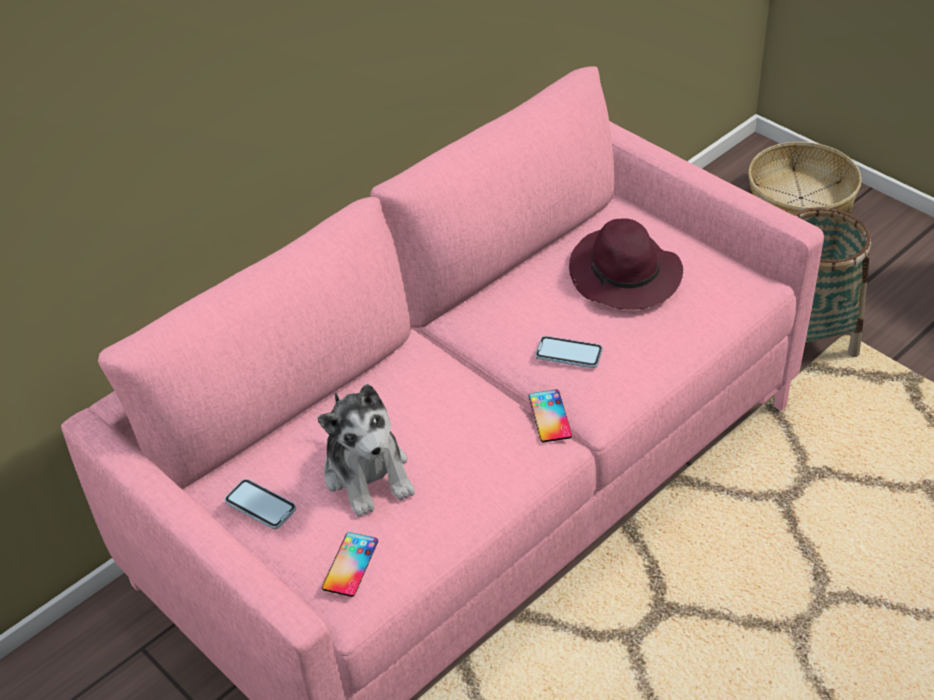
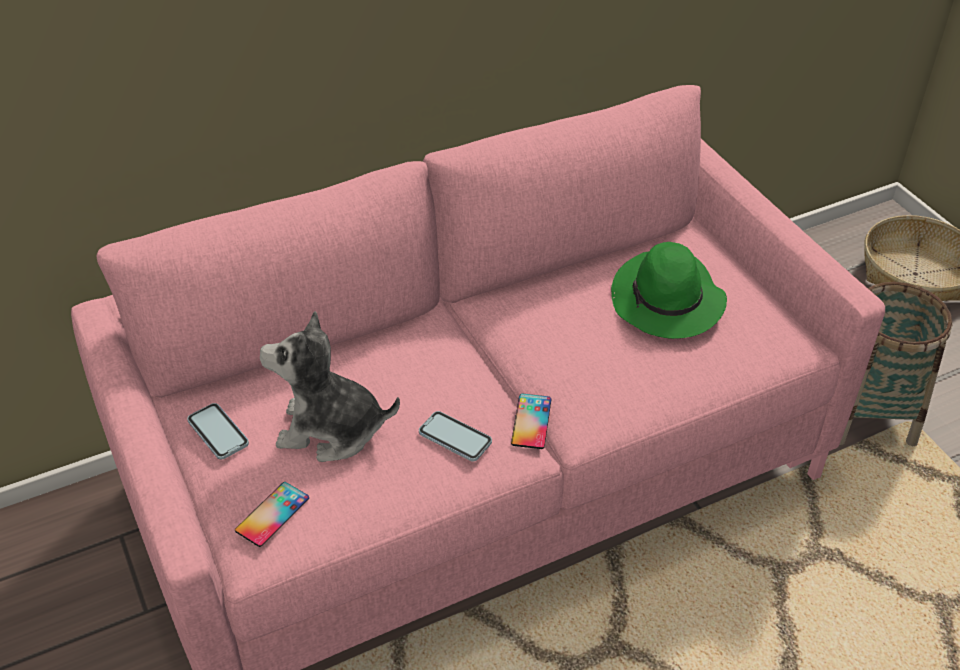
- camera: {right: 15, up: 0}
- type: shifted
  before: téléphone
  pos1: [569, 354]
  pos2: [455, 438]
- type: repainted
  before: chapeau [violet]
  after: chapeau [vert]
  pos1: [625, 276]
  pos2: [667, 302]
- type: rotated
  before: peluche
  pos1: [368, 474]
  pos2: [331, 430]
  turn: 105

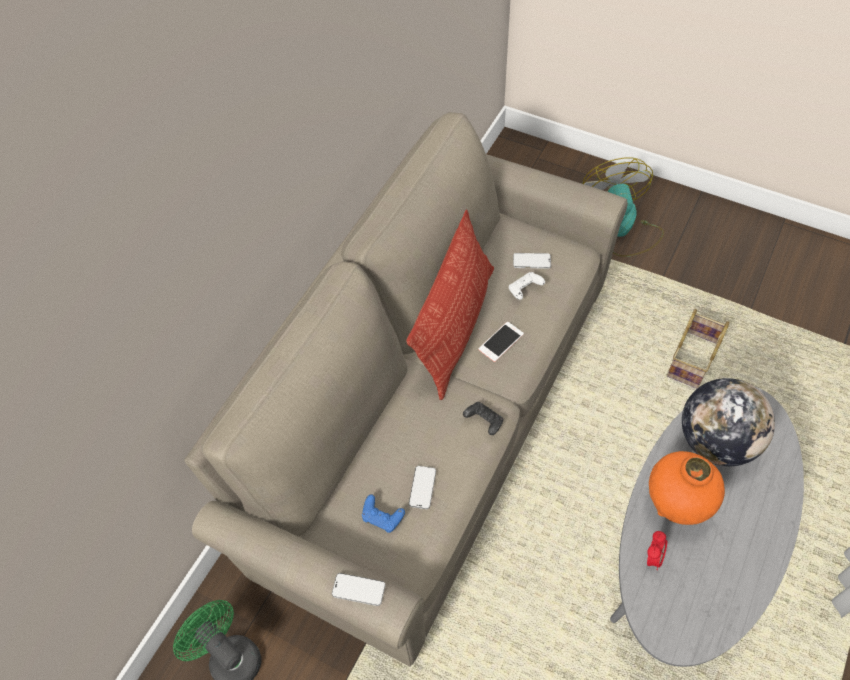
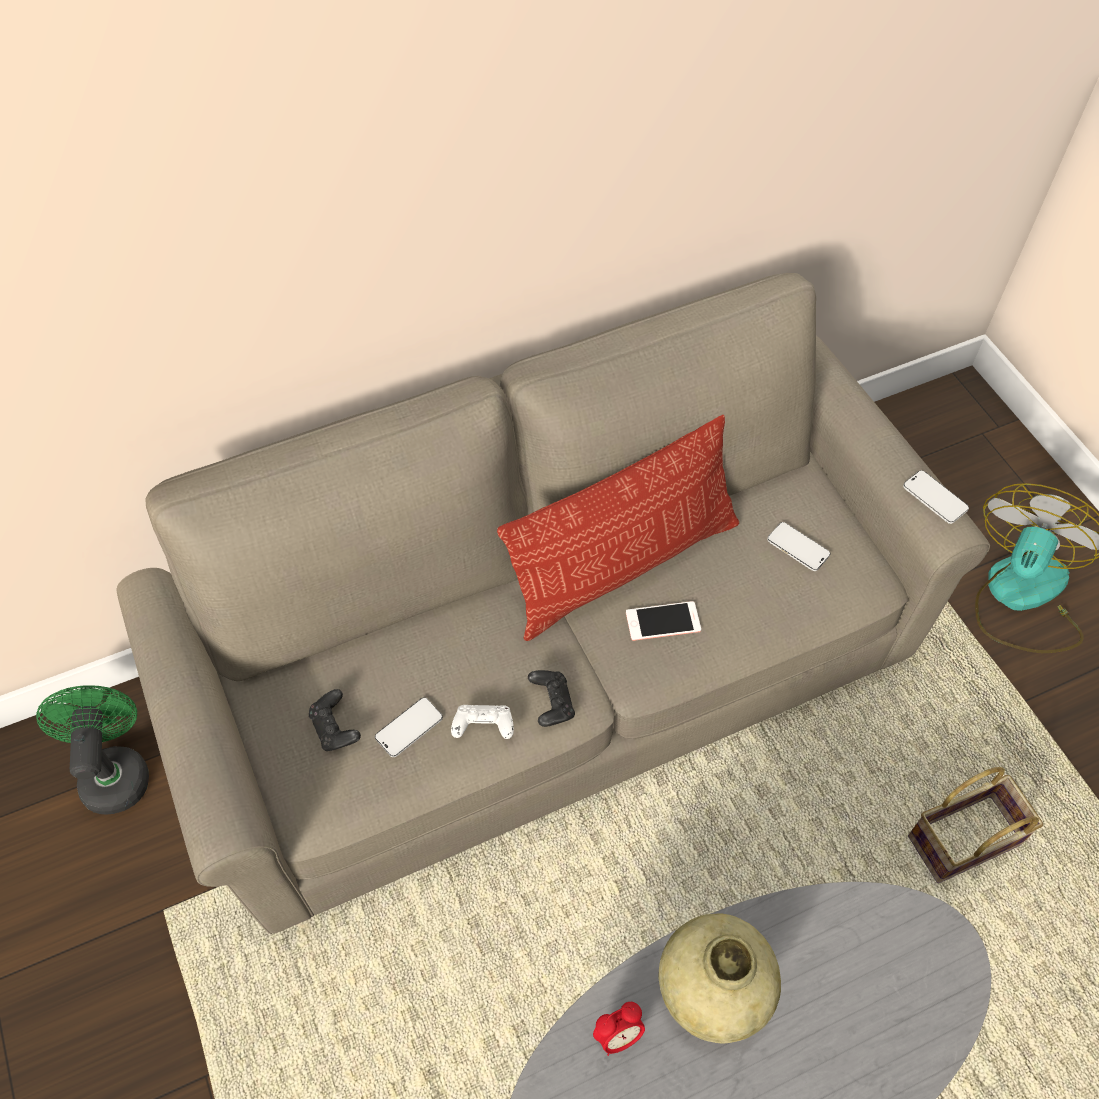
- camera: {right: 35, up: 0}
- type: gone
  before: globe
  pos1: [716, 441]
- type: shifted
  before: téléphone
  pos1: [358, 590]
  pos2: [934, 498]
- type: shifted
  before: manette [blanc]
  pos1: [524, 290]
  pos2: [483, 727]
- type: repainted
  before: manette [bleu]
  after: manette [noir]
  pos1: [382, 517]
  pos2: [335, 728]
- type: repainted
  before: vase [orange]
  after: vase [beige]
  pos1: [675, 505]
  pos2: [710, 995]

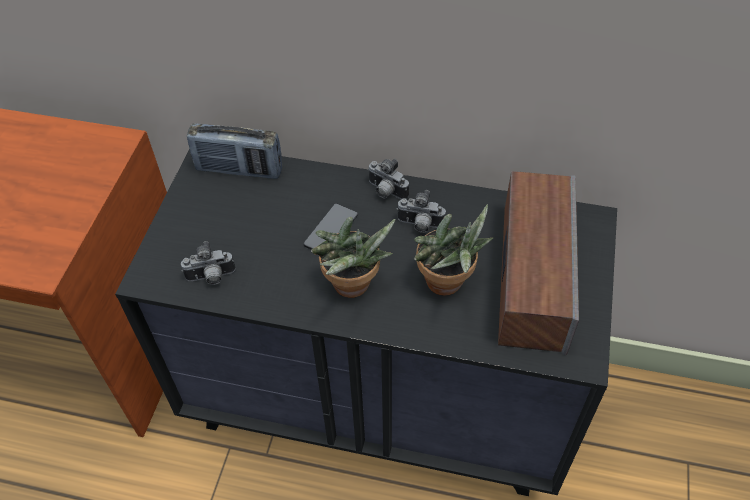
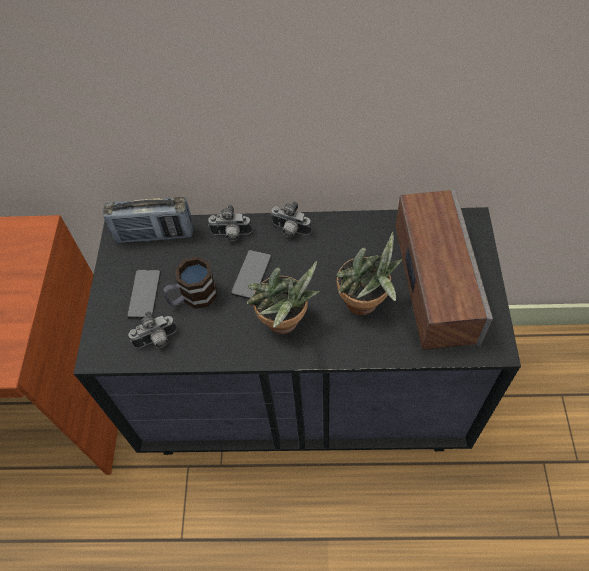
- camera: {right: -10, up: 5}
- type: new
  after: téléphone
  pos2: [144, 294]
- type: new
  after: mug
  pos2: [193, 297]
- type: shifted
  before: appareil photo
  pos1: [420, 225]
  pos2: [231, 235]

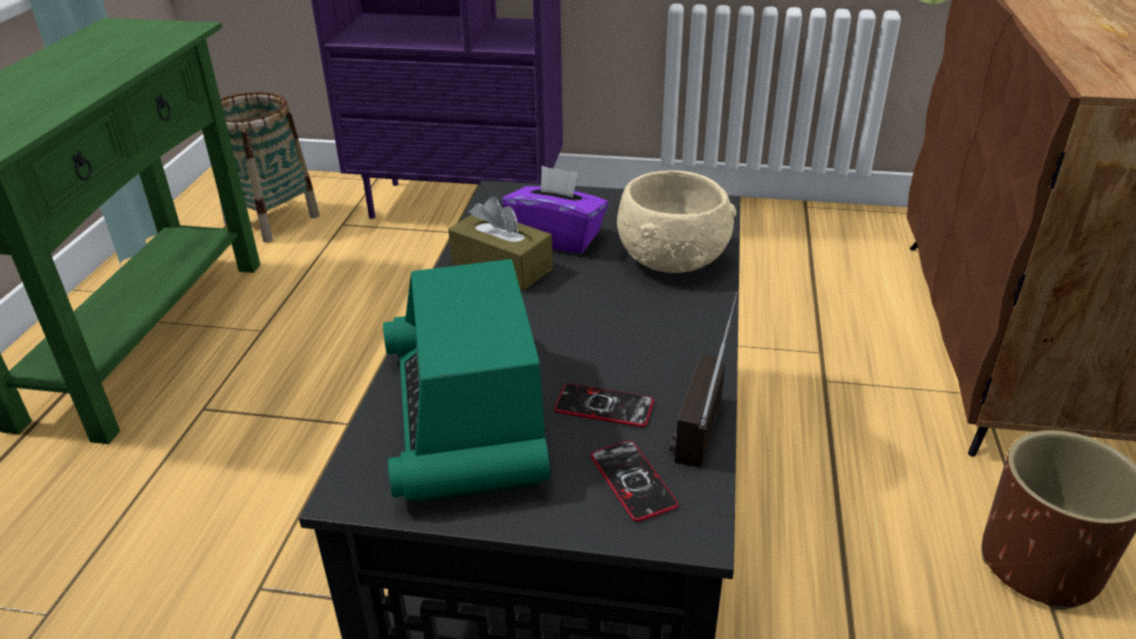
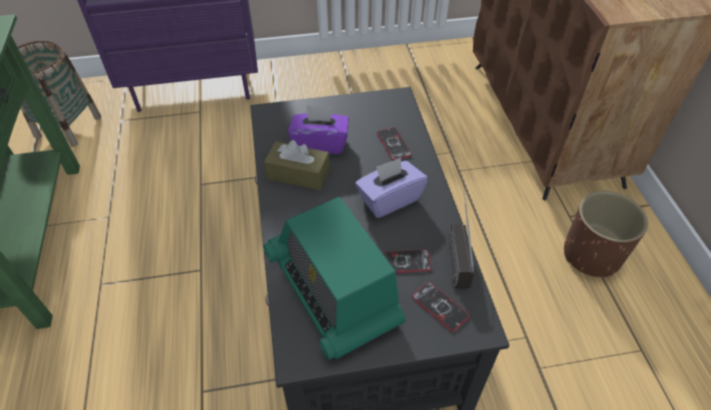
- camera: {right: -20, up: 15}
- type: new
  after: boîte à mouchoirs [violet]
  pos2: [389, 199]
- type: swapped
  before: bol [beige]
  after: téléphone
  pos1: [673, 257]
  pos2: [393, 144]

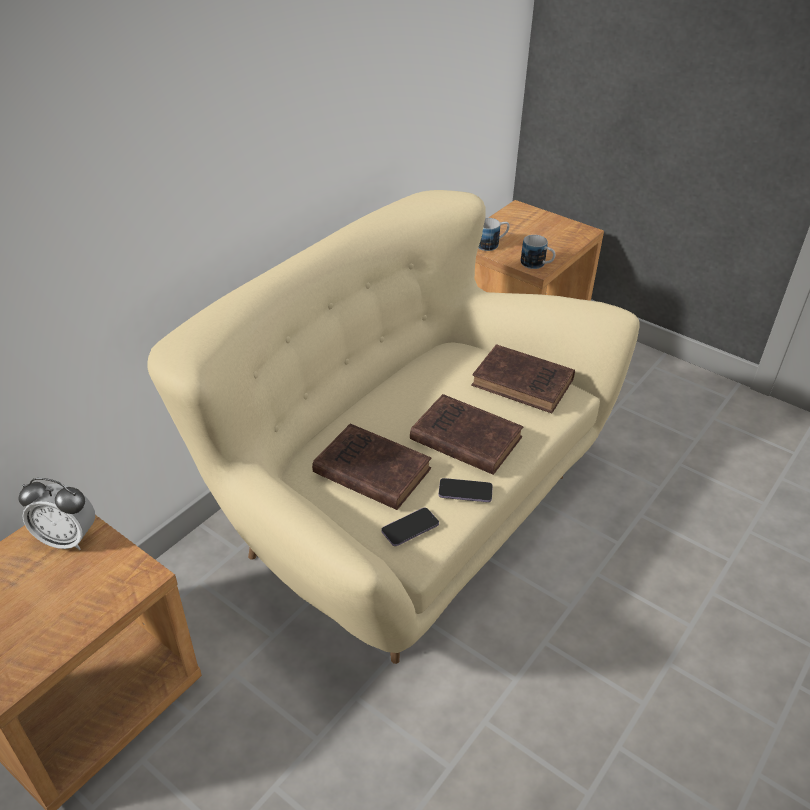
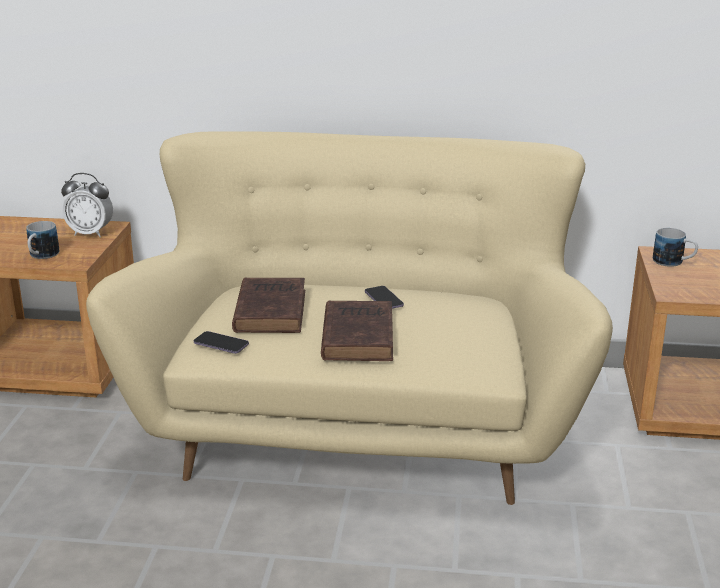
- camera: {right: 60, up: -15}
- type: gone
  before: livre [marron]
  pos1: [525, 384]
- type: shifted
  before: téléphone
  pos1: [465, 491]
  pos2: [383, 299]
- type: shifted
  before: mug
  pos1: [537, 265]
  pos2: [41, 256]
- type: rotated
  before: réveil
  pos1: [68, 539]
  pos2: [90, 233]
  turn: -60

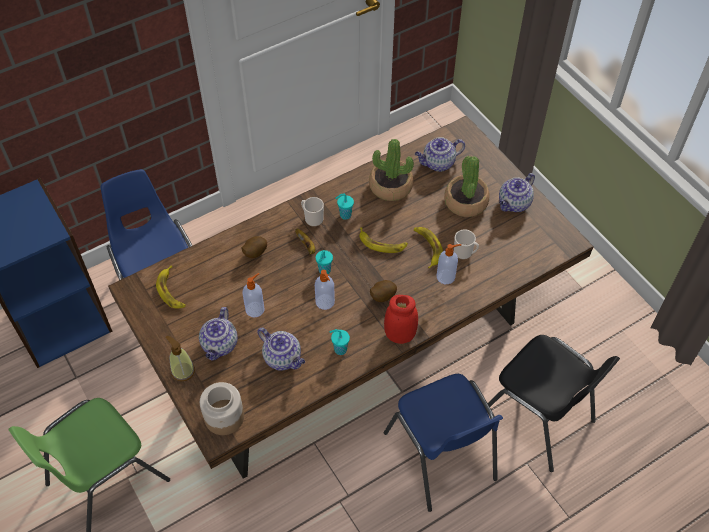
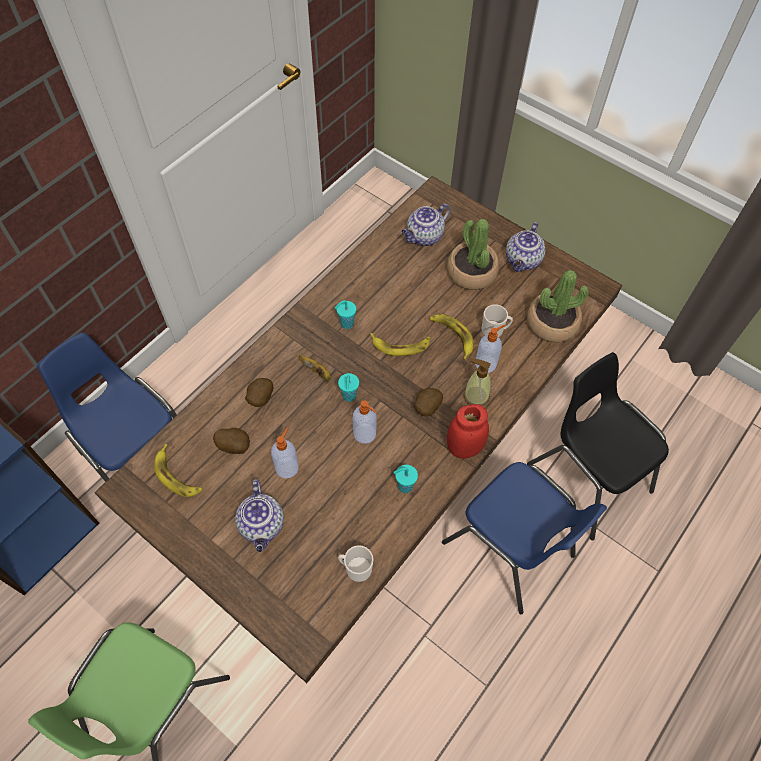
- camera: {right: -20, up: 5}
- type: gone
  before: bocal
  pos1: [224, 417]
- type: gone
  before: théière
  pos1: [283, 358]
- type: new
  after: pomme de terre
  pos2: [234, 446]
- type: shifted
  before: distributeur de savon
  pos1: [183, 371]
  pos2: [476, 396]
- type: shifted
  before: mug
  pos1: [312, 218]
  pos2: [356, 568]
- type: shifted
  before: plante en pot
  pos1: [390, 186]
  pos2: [552, 323]
- type: rotated
  before: chaise [noir]
  pos1: [536, 419]
  pos2: [587, 477]
  turn: -150

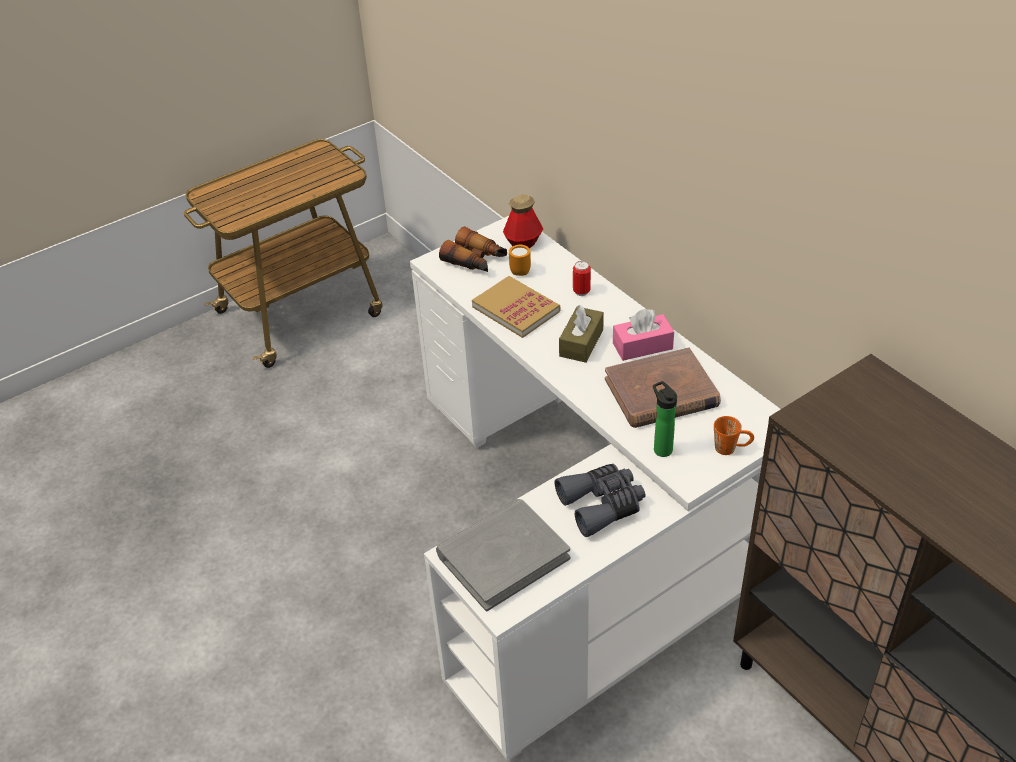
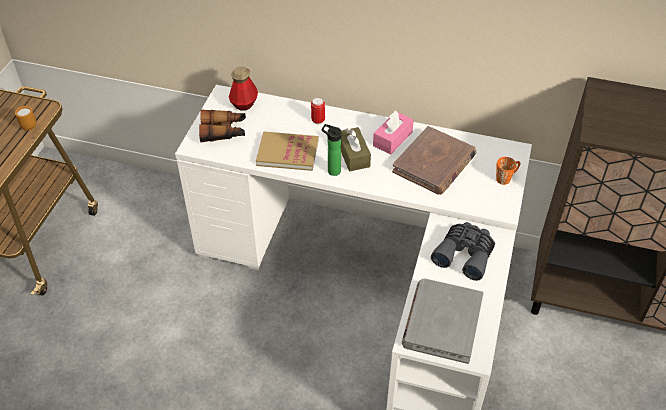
- camera: {right: -40, up: 5}
- type: shifted
  before: mug [orange]
  pos1: [520, 270]
  pos2: [28, 125]
- type: shifted
  before: bouteille
  pos1: [661, 448]
  pos2: [332, 170]

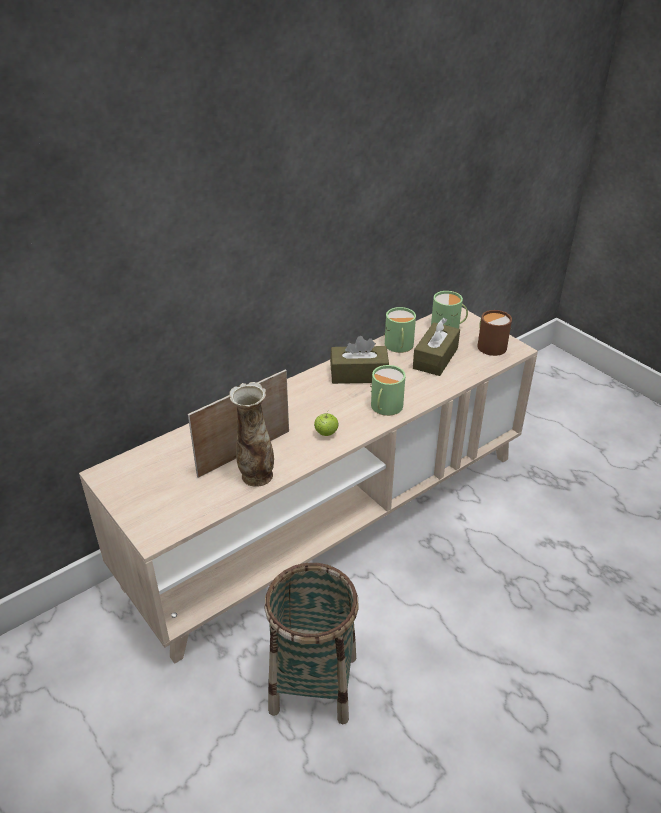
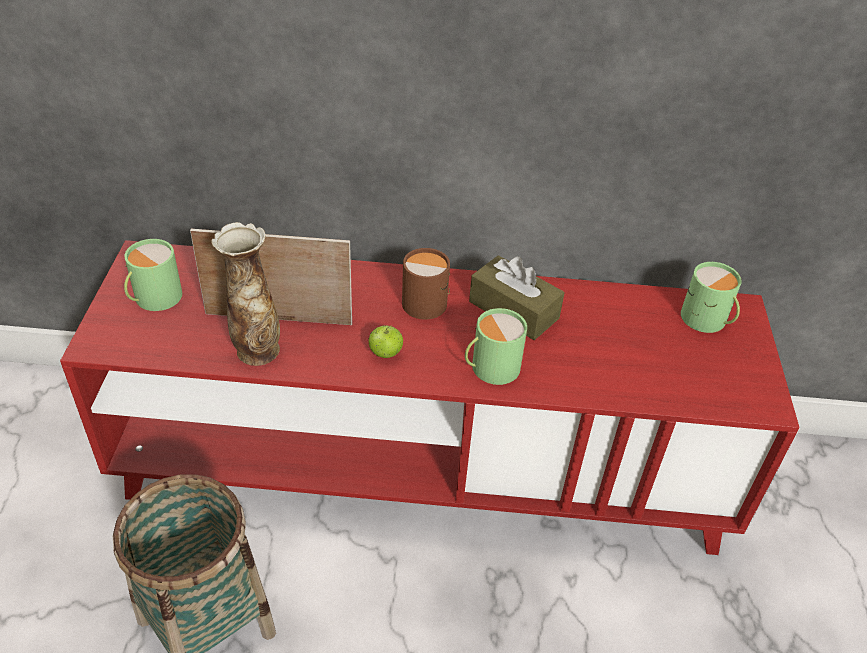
- camera: {right: 40, up: 5}
- type: gone
  before: boîte à mouchoirs [marron]
  pos1: [435, 358]
- type: shifted
  before: mug [vert]
  pos1: [398, 346]
  pos2: [153, 298]
- type: shifted
  before: mug [marron]
  pos1: [490, 345]
  pos2: [426, 300]
- type: repainted
  before: meuble télé [beige]
  after: meuble télé [rouge]
  pos1: [330, 518]
  pos2: [424, 468]

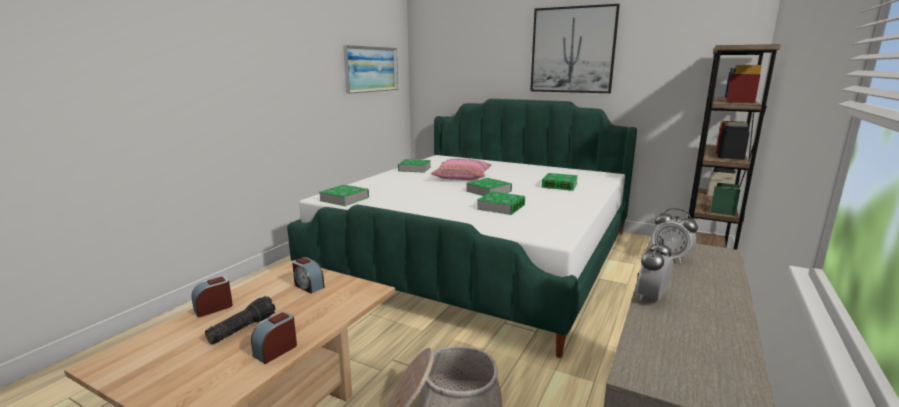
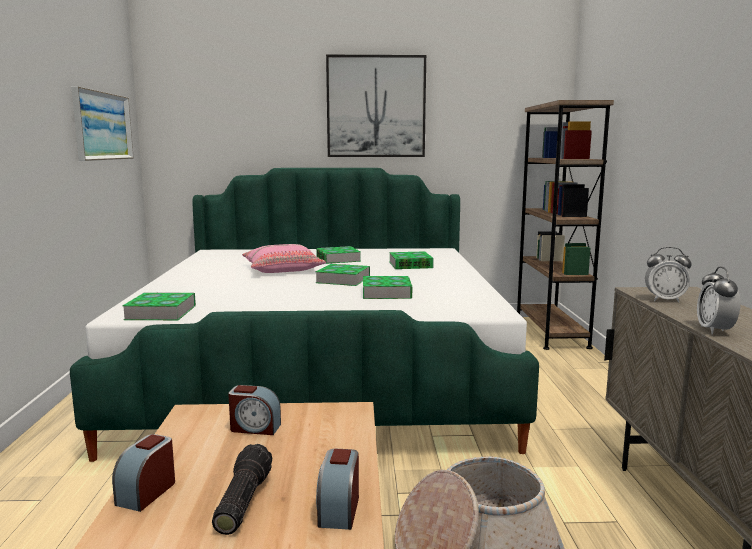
- camera: {right: -30, up: -5}
- type: shifted
  before: livre
  pos1: [414, 169]
  pos2: [338, 259]

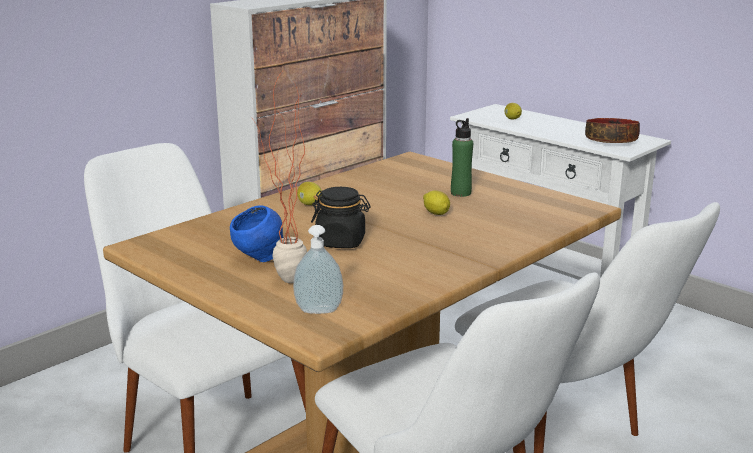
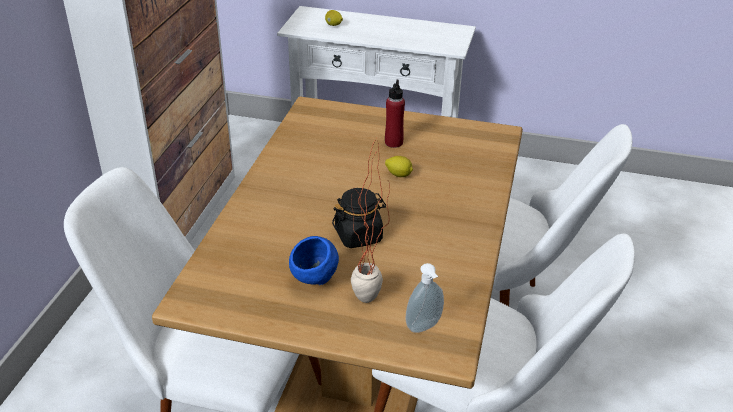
- camera: {right: -30, up: 15}
- type: gone
  before: citron
  pos1: [310, 204]
- type: gone
  before: bol
  pos1: [611, 141]
- type: repainted
  before: bouteille [vert]
  after: bouteille [rouge]
  pos1: [460, 193]
  pos2: [393, 142]

